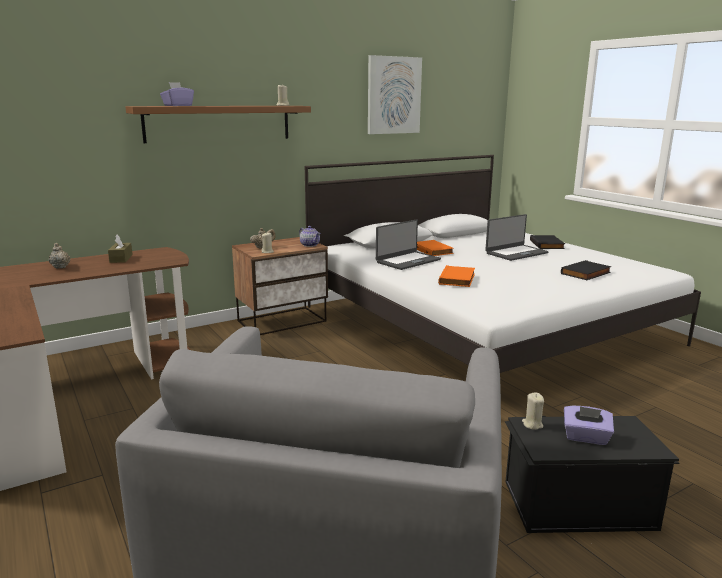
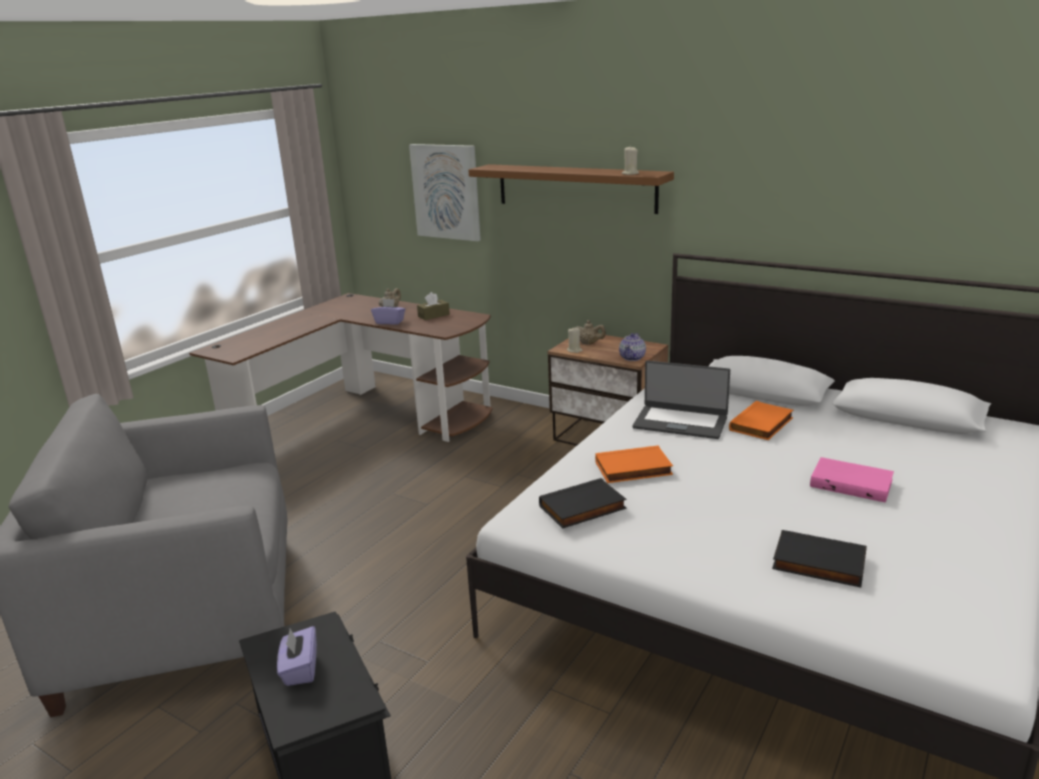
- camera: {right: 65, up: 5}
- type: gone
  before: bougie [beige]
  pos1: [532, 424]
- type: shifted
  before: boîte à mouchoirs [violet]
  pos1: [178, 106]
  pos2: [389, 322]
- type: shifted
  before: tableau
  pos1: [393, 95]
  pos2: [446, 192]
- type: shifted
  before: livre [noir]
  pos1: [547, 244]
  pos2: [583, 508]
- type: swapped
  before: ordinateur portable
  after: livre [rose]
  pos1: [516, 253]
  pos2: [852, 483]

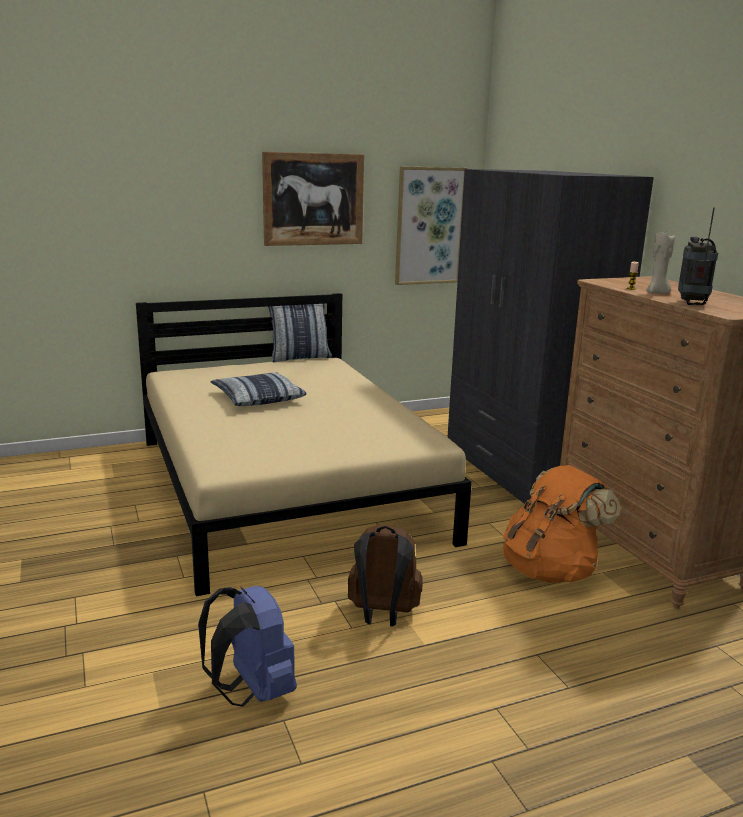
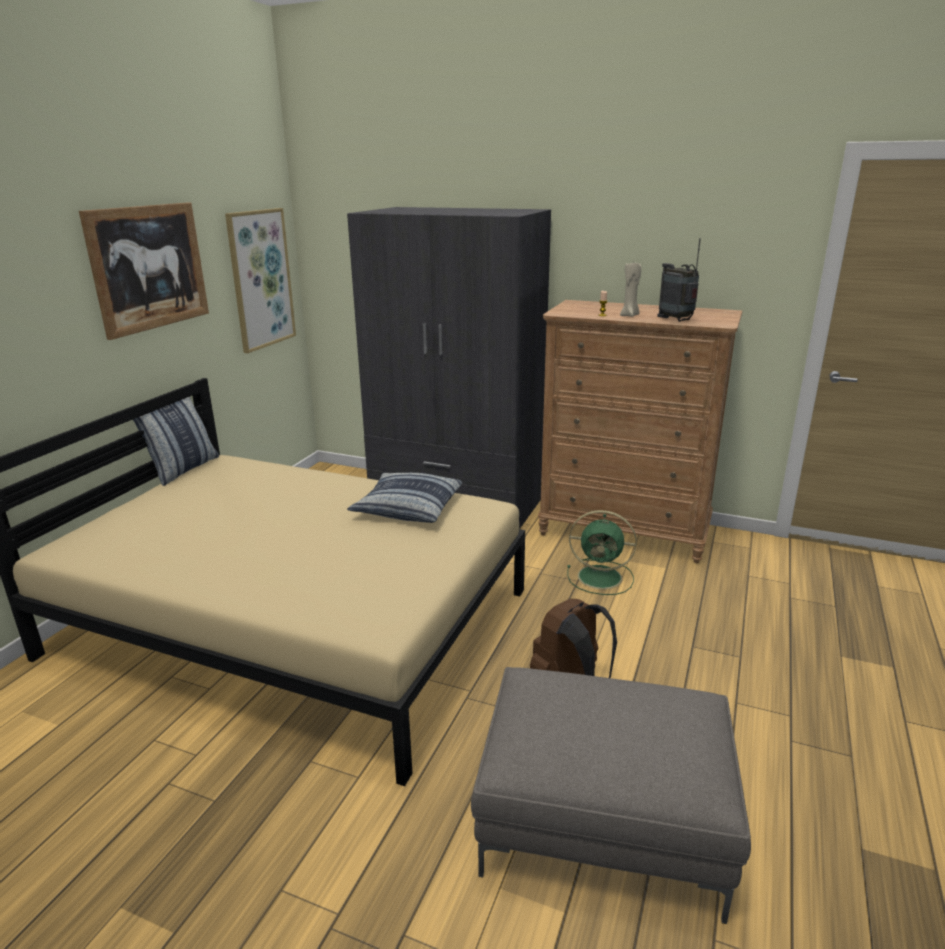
- camera: {right: -45, up: 5}
- type: shifted
  before: coussin
  pos1: [258, 398]
  pos2: [407, 507]
- type: swapped
  before: sac à dos [bleu]
  after: pouf [gris]
  pos1: [252, 691]
  pos2: [600, 827]
- type: swapped
  before: sac à dos [orange]
  after: ventilateur [vert]
  pos1: [550, 570]
  pos2: [602, 577]

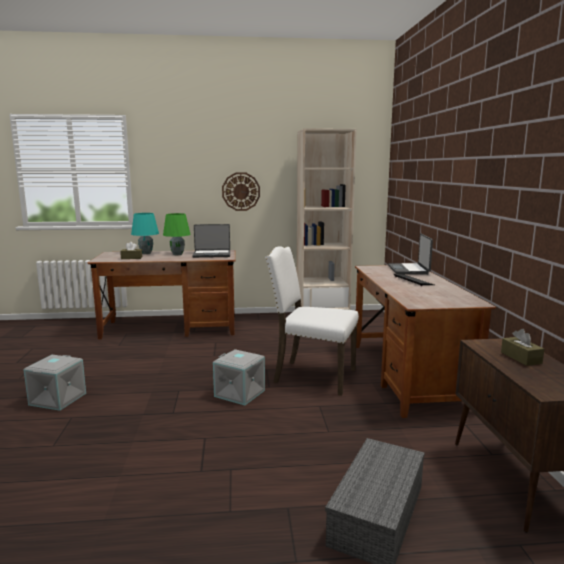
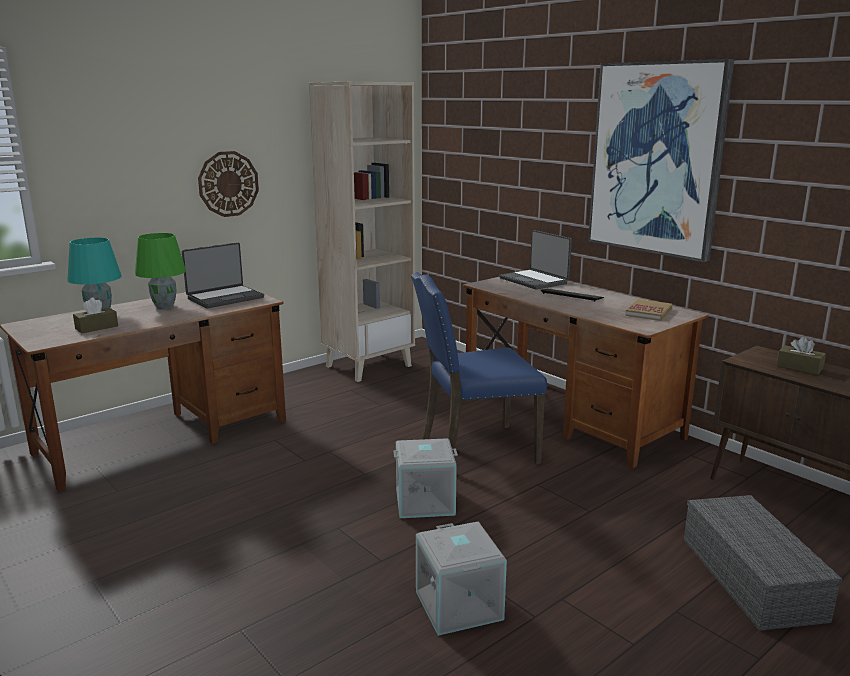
- camera: {right: -35, up: 5}
- type: new
  after: tableau
  pos2: [657, 159]
- type: new
  after: livre
  pos2: [649, 312]
- type: shifted
  before: boîte de rangement [gris]
  pos1: [58, 399]
  pos2: [460, 605]
- type: repainted
  before: chaise [blanc]
  after: chaise [bleu]
  pos1: [312, 376]
  pos2: [475, 449]

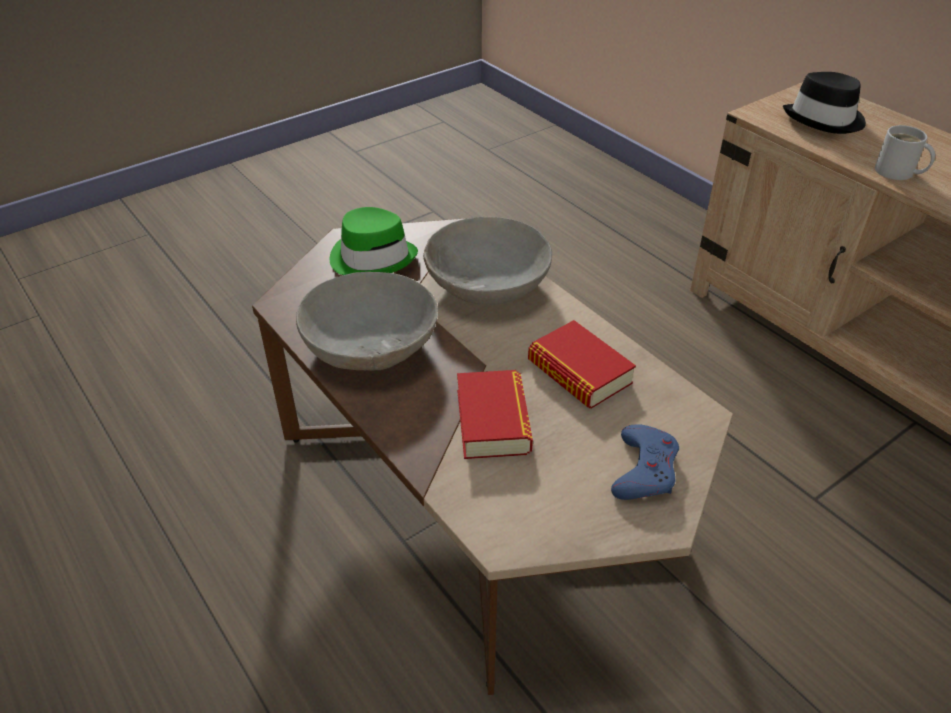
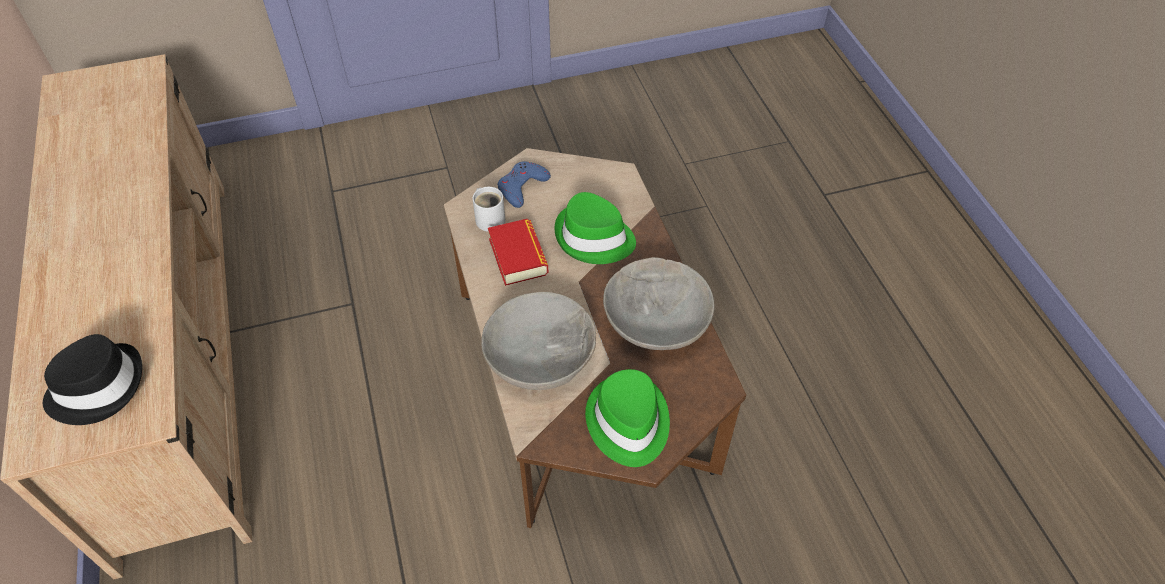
- camera: {right: -160, up: 10}
- type: shifted
  before: mug [blanc]
  pos1: [897, 173]
  pos2: [490, 218]
- type: swapped
  before: livre
  after: chapeau [vert]
  pos1: [493, 421]
  pos2: [594, 238]

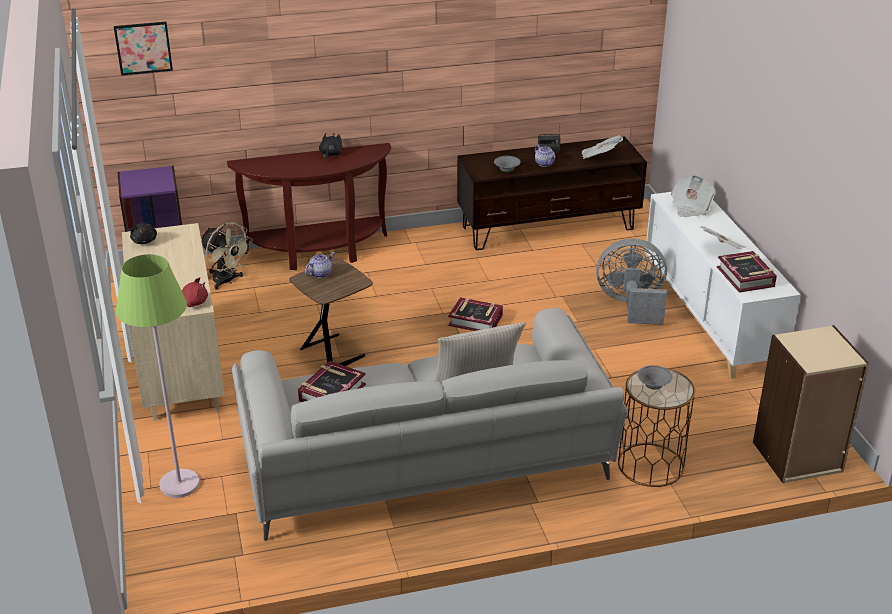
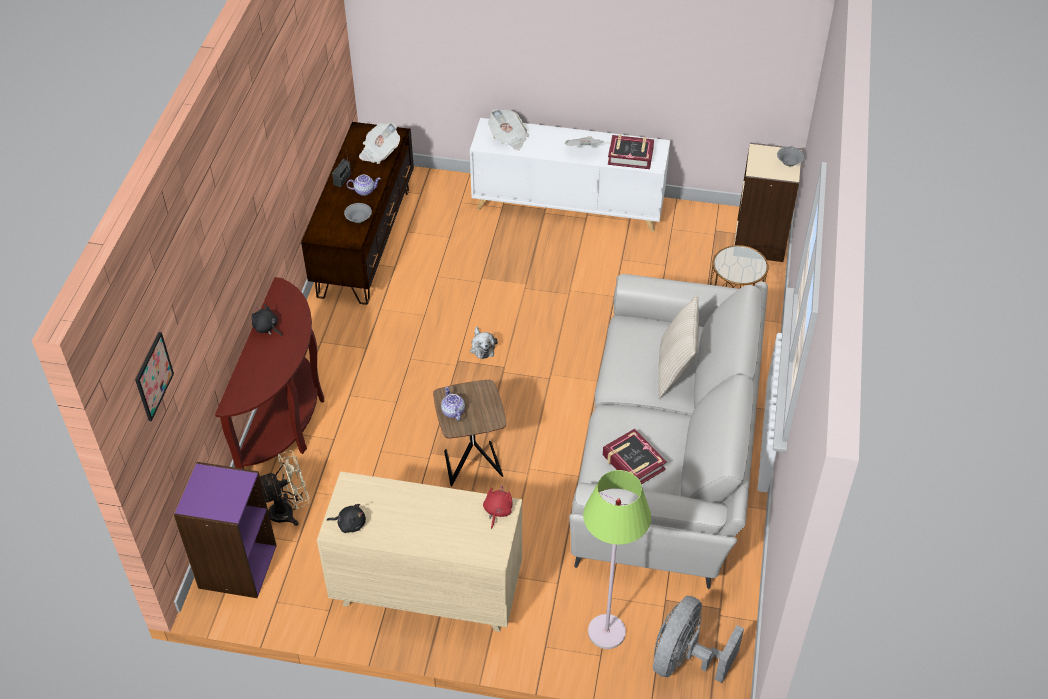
- camera: {right: -65, up: 15}
- type: shifted
  before: ventilateur [gris]
  pos1: [631, 305]
  pos2: [685, 659]
- type: shifted
  before: bol [gris]
  pos1: [653, 386]
  pos2: [789, 163]
- type: swapped
  before: livre
  after: peluche
  pos1: [475, 320]
  pos2: [482, 347]

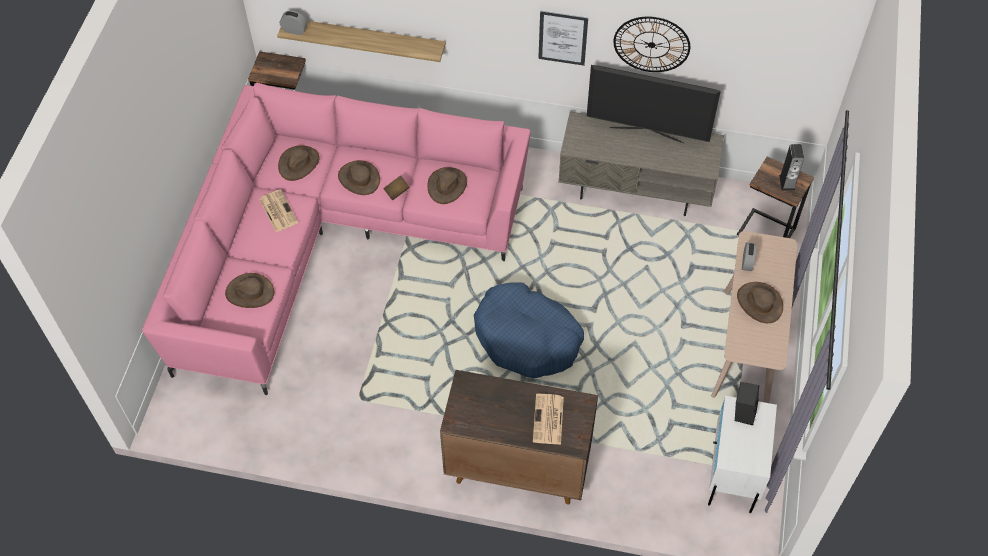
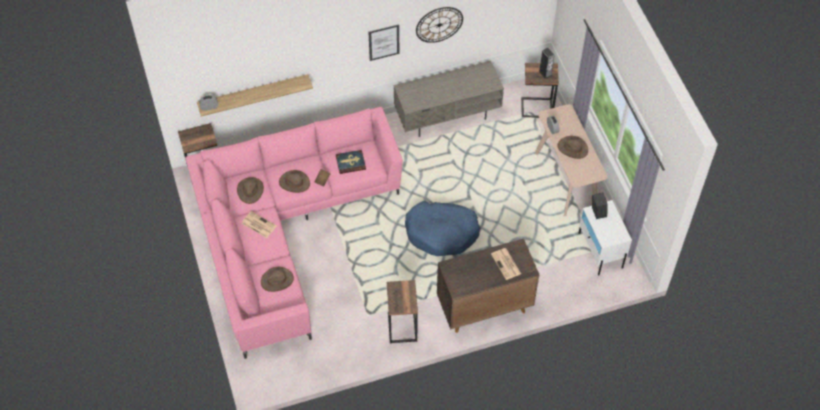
- camera: {right: -30, up: 0}
- type: gone
  before: téléviseur
  pos1: [646, 134]
- type: new
  after: table d'appoint
  pos2: [401, 327]
- type: swapped
  before: chapeau [marron]
  after: livre
  pos1: [447, 186]
  pos2: [350, 162]

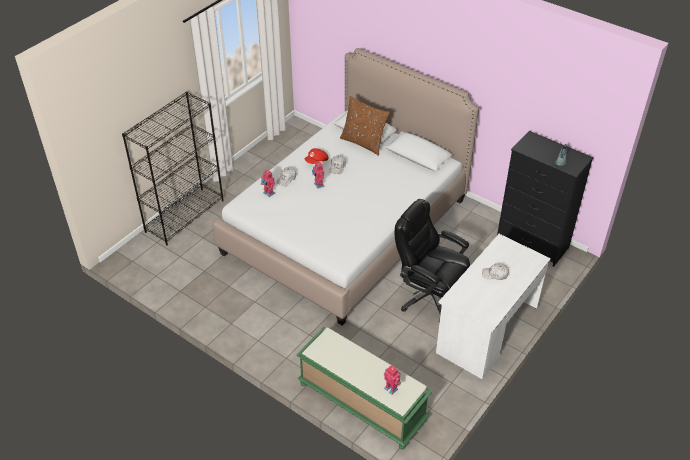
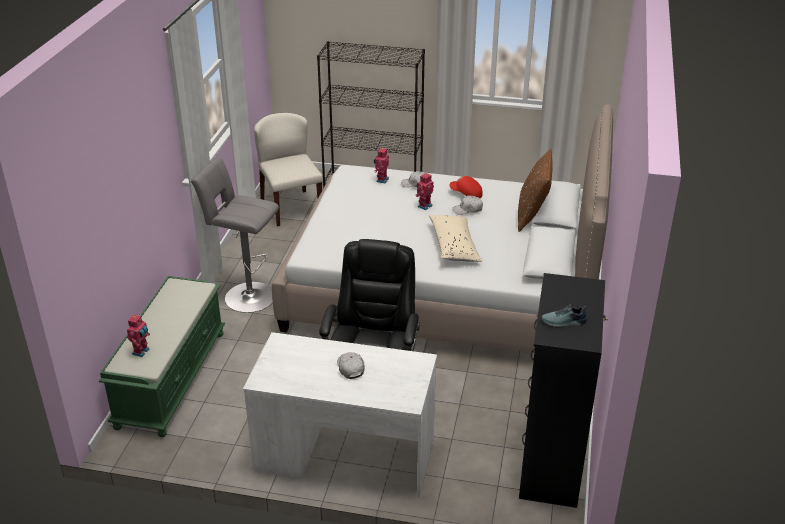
- camera: {right: 65, up: -10}
- type: new
  after: tabouret [gris]
  pos2: [246, 296]
- type: new
  after: chaise [beige]
  pos2: [291, 208]
- type: new
  after: coussin [beige]
  pos2: [454, 246]

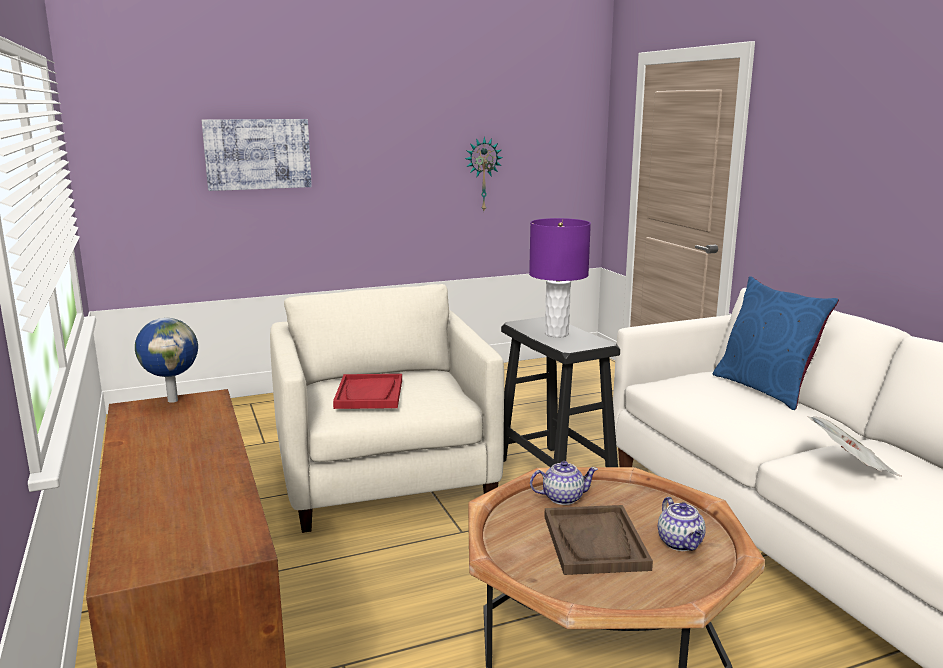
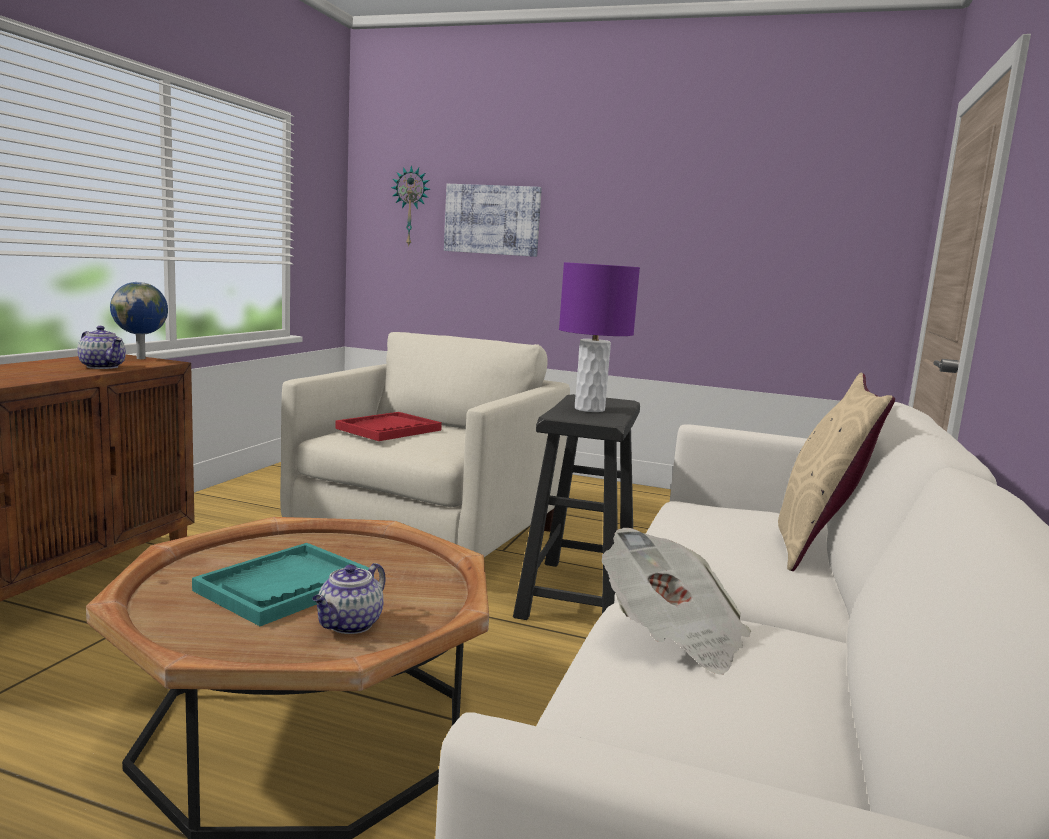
- camera: {right: 40, up: -5}
- type: shifted
  before: horloge murale
  pos1: [482, 174]
  pos2: [411, 206]
- type: shifted
  before: théière
  pos1: [562, 498]
  pos2: [102, 366]
- type: repainted
  before: plateau [marron]
  after: plateau [turquoise]
  pos1: [595, 542]
  pos2: [285, 586]
- type: repainted
  before: coussin [bleu]
  after: coussin [beige]
  pos1: [765, 389]
  pos2: [816, 545]

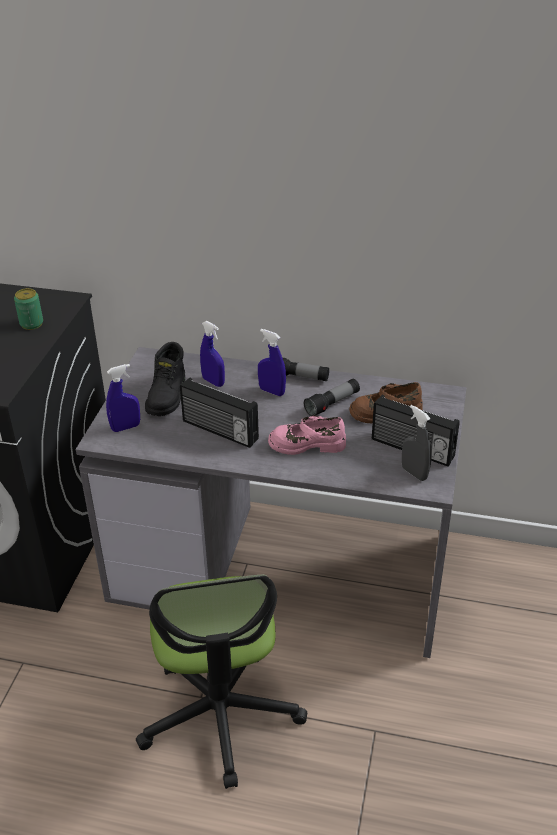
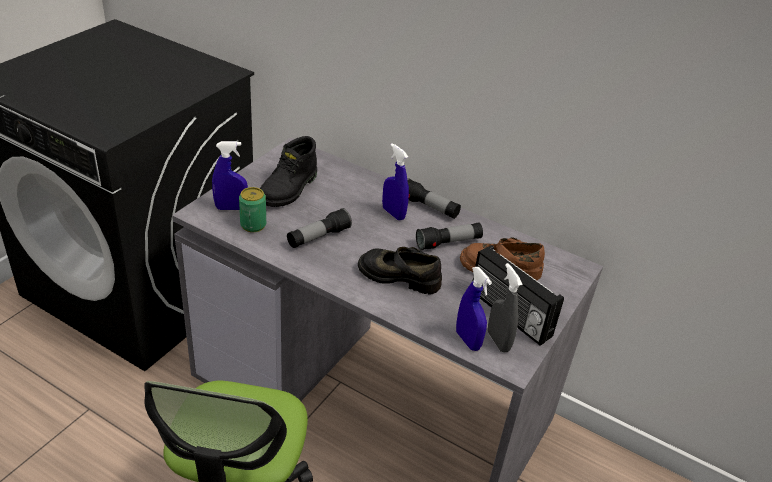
- camera: {right: 15, up: 0}
- type: shifted
  before: boîte métallique
  pos1: [31, 324]
  pos2: [253, 225]
- type: shifted
  before: vaporisateur [bleu]
  pos1: [213, 382]
  pos2: [467, 340]
- type: swapped
  before: radio
  after: lampe de poche
  pos1: [219, 431]
  pos2: [318, 237]
- type: repainted
  before: chaussure [rose]
  after: chaussure [noir]
  pos1: [307, 444]
  pos2: [399, 276]

